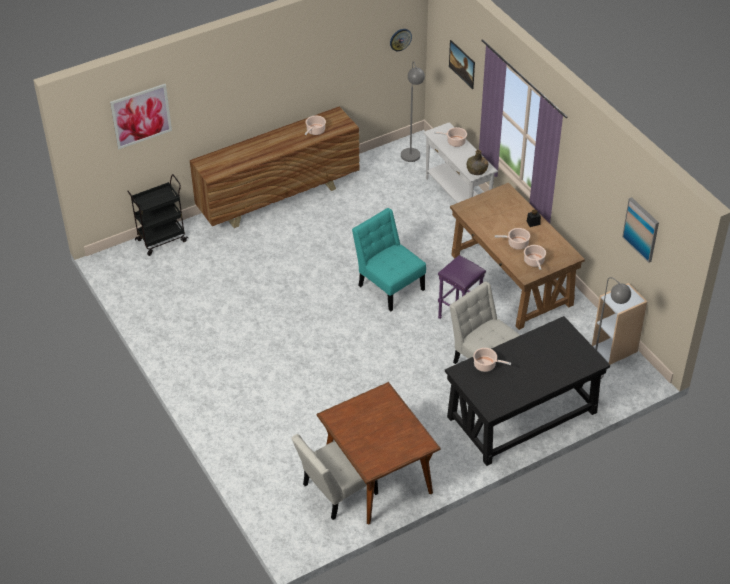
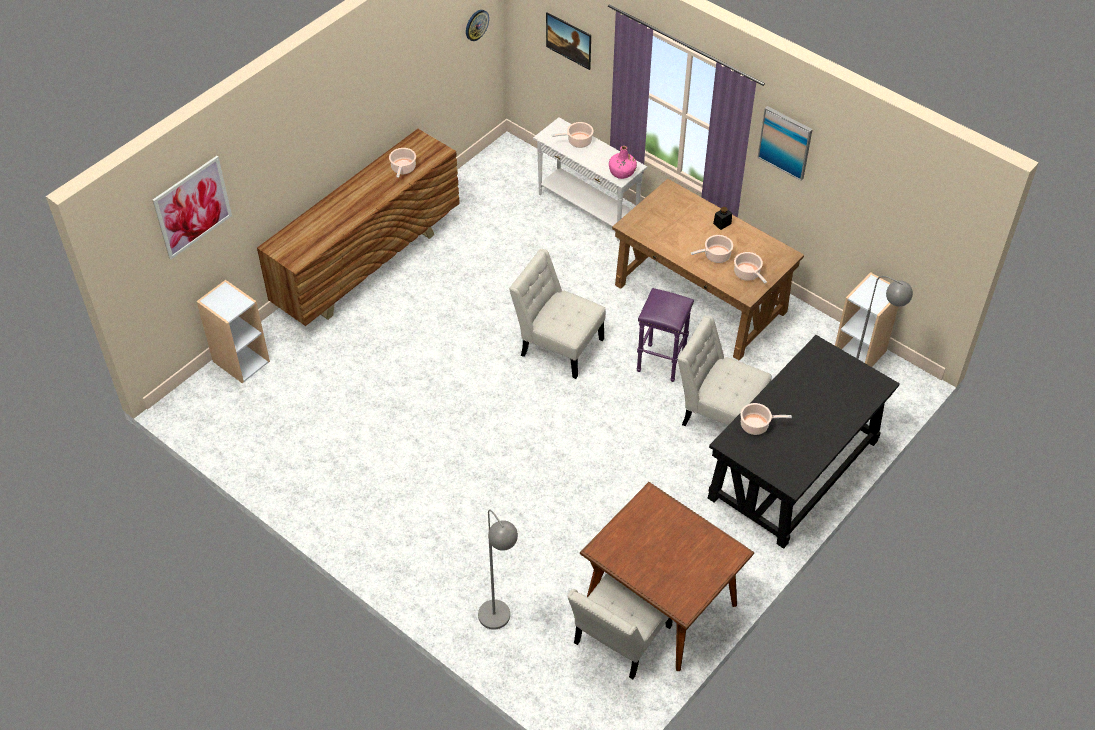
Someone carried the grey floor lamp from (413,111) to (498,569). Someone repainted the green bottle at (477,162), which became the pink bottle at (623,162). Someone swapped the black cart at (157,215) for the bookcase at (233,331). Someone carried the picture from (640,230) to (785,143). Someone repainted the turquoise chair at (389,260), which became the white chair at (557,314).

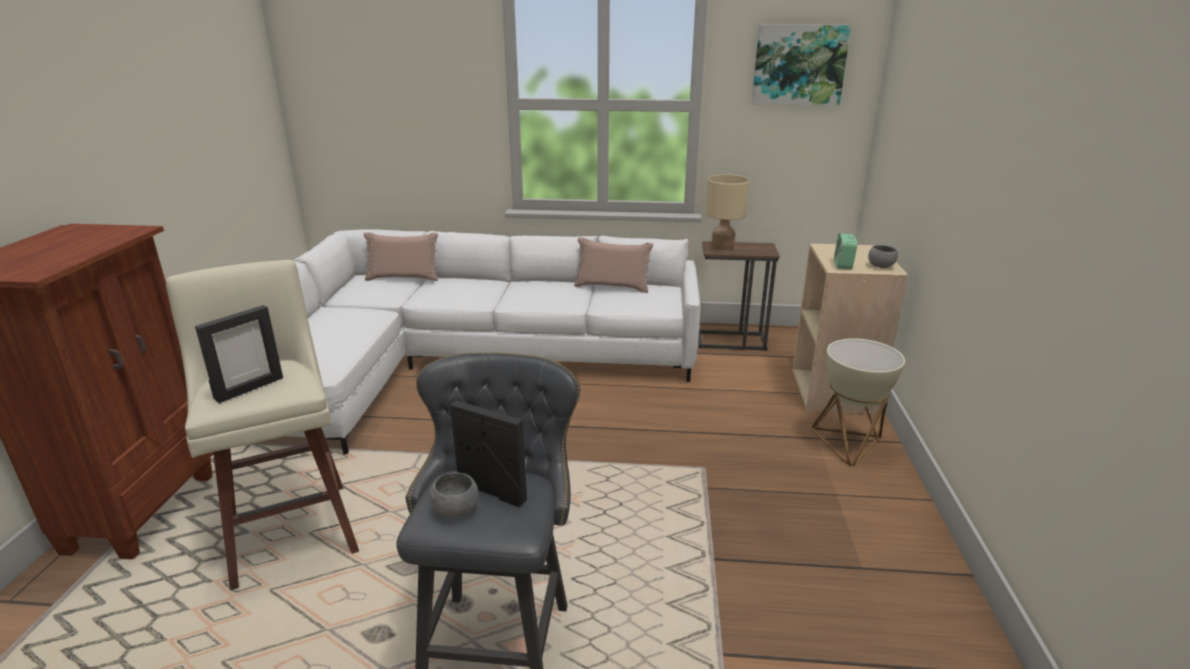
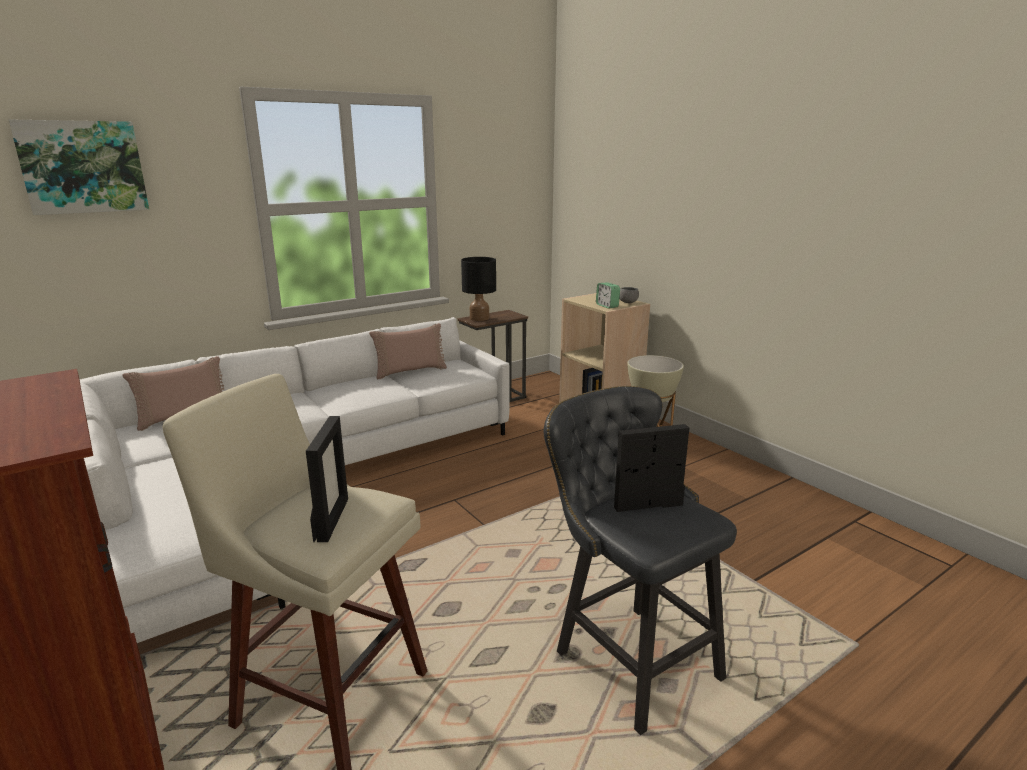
Someone carried the picture from (801,65) to (79,167). Someone repainted the beige table lamp at (727,212), which became the black table lamp at (478,289). Someone took away the grey bowl at (454,494).

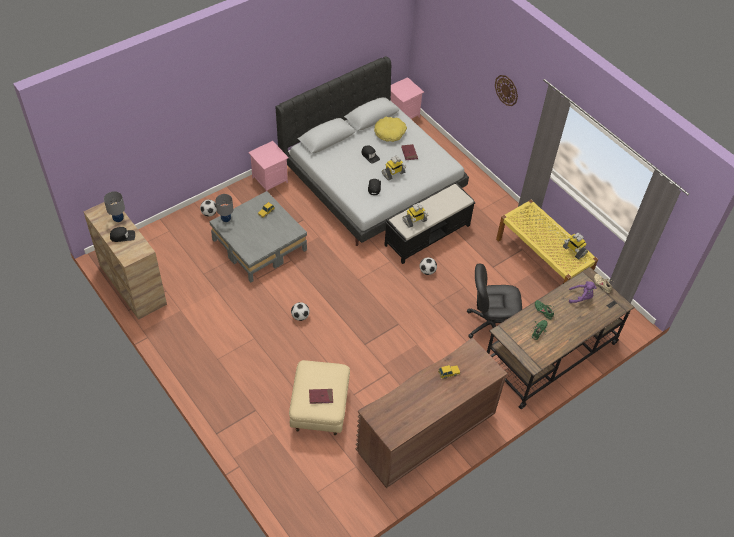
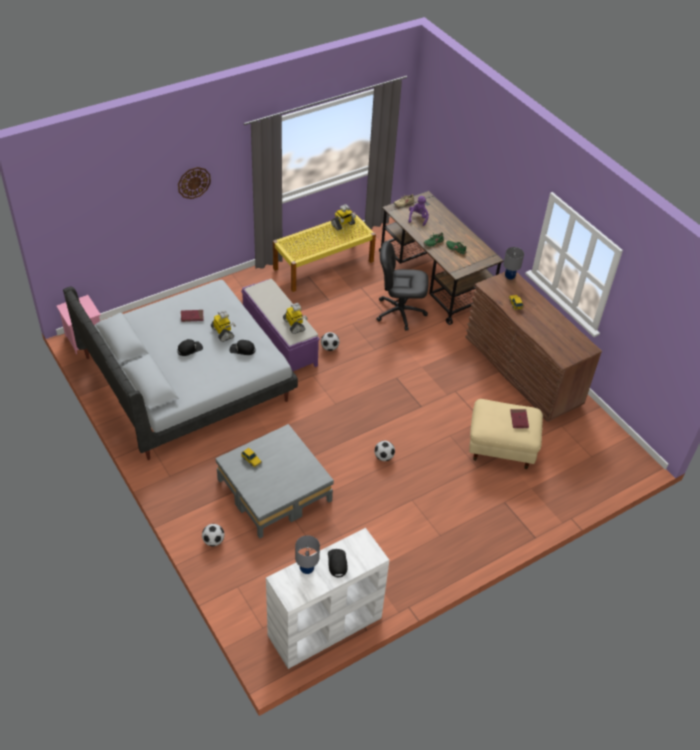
Someone took away the yellow pillow at (390,129). Someone took away the pink nightstand at (268,166). Someone repainted the black bench at (429,223), which became the purple bench at (280,325). Someone carried the grey table lamp from (224,208) to (513,263). Someone repainted the brown bookcase at (125,261), which became the white bookcase at (327,598). Someone rotated the black office chair at (494,301) by 90 degrees clockwise.

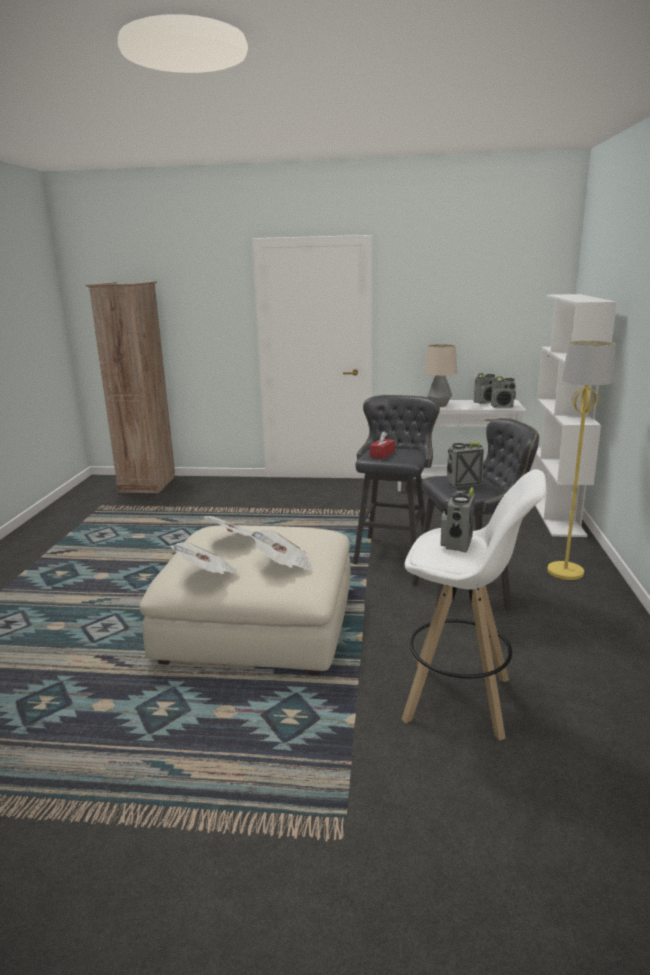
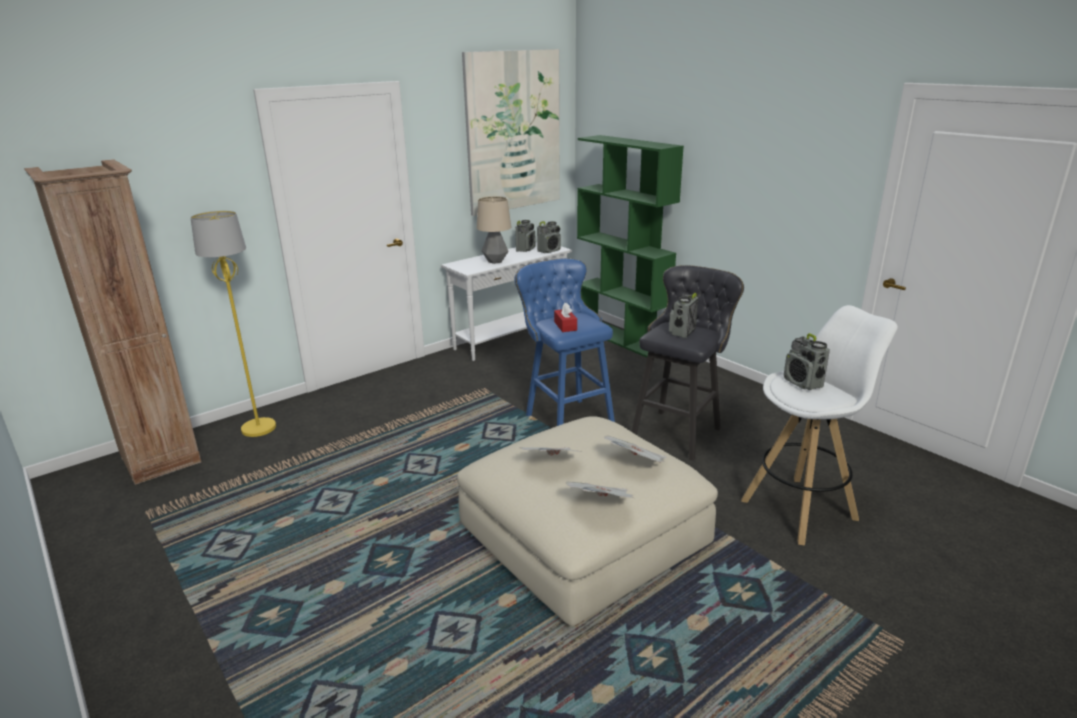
Someone repainted the white bookcase at (574,415), which became the green bookcase at (630,246). Someone carried the yellow floor lamp from (581,460) to (233,324). Someone repainted the black stool at (396,479), which became the blue stool at (565,342). Someone put up the picture at (511,132).

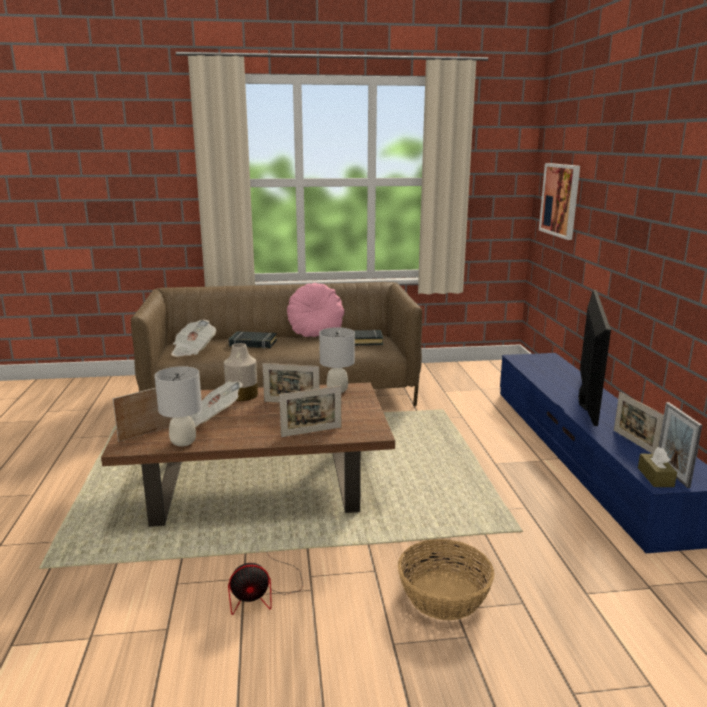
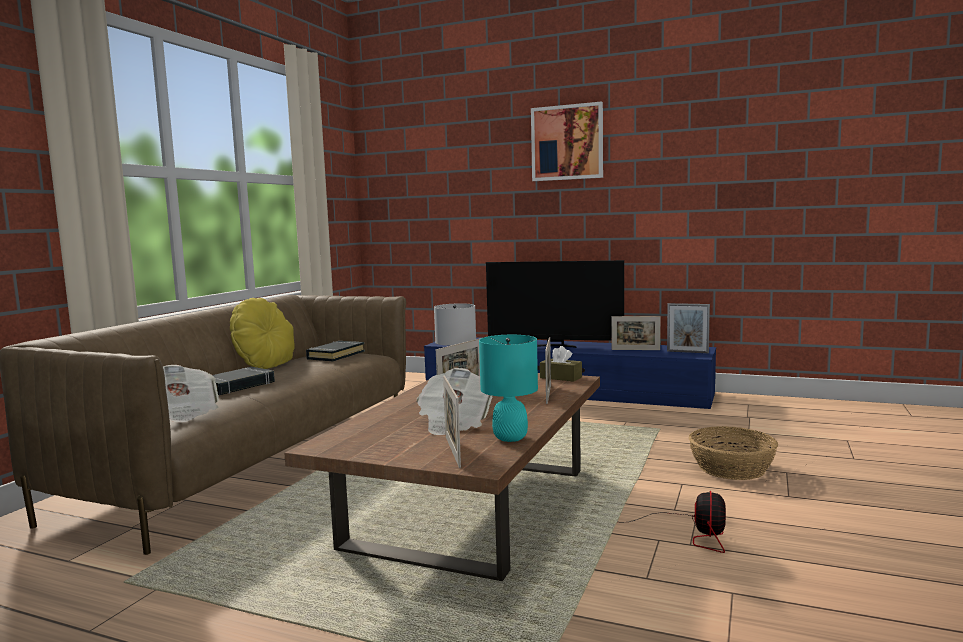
Someone carried the picture from (559,201) to (567,141). Someone repainted the pink pillow at (316,310), which became the yellow pillow at (262,333). Someone rotated the television at (594,358) by 150 degrees clockwise. Someone took away the beige vase at (241,372). Someone repainted the grey table lamp at (178,406), which became the turquoise table lamp at (508,388). Someone carried the brown tissue box from (657,467) to (561,364).

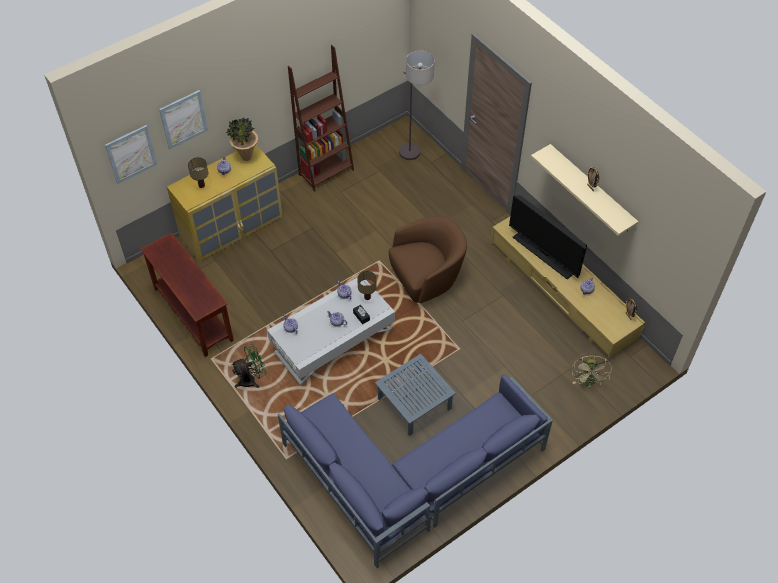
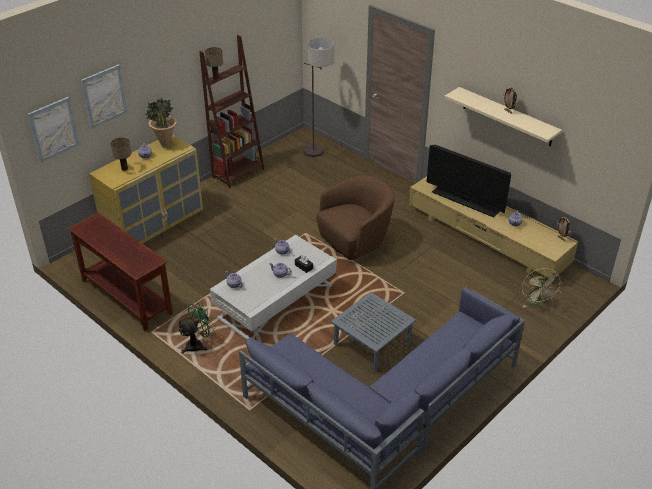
Someone carried the table lamp from (367,285) to (214,63).

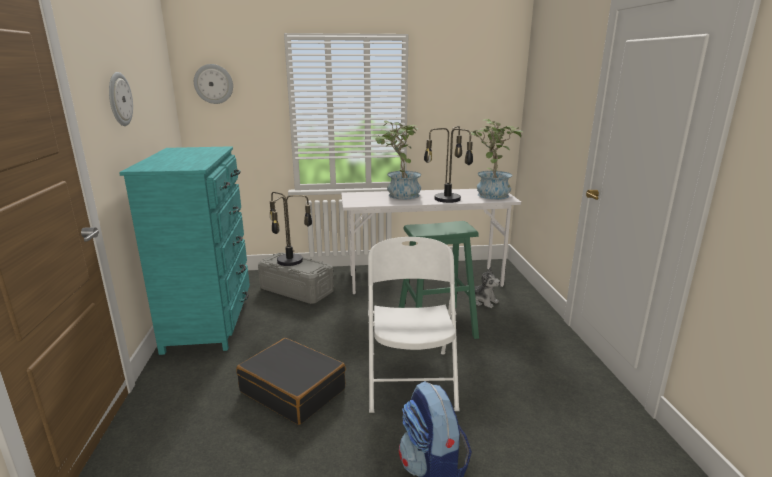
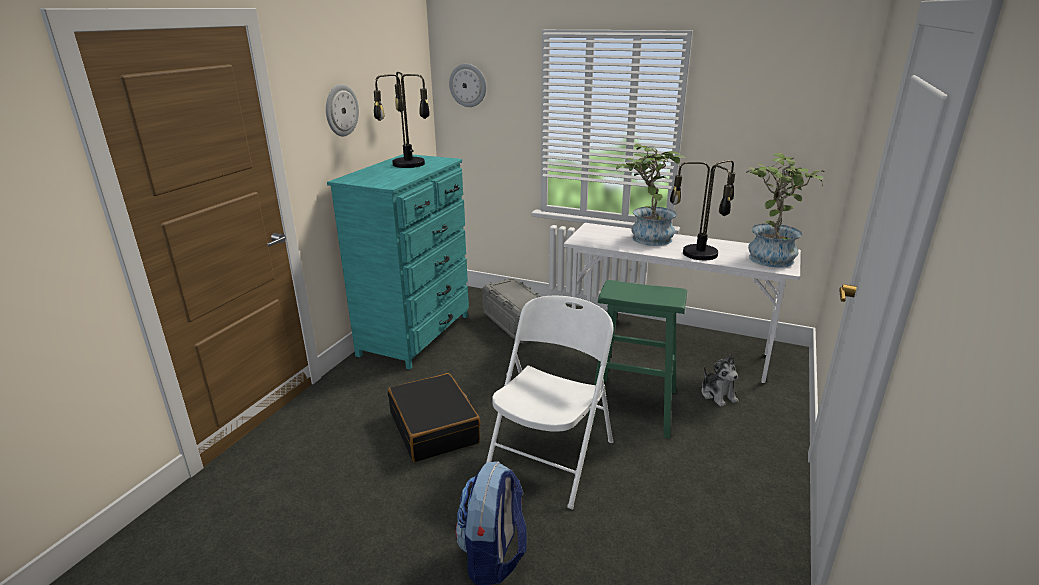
Someone carried the table lamp from (291,229) to (402,120).

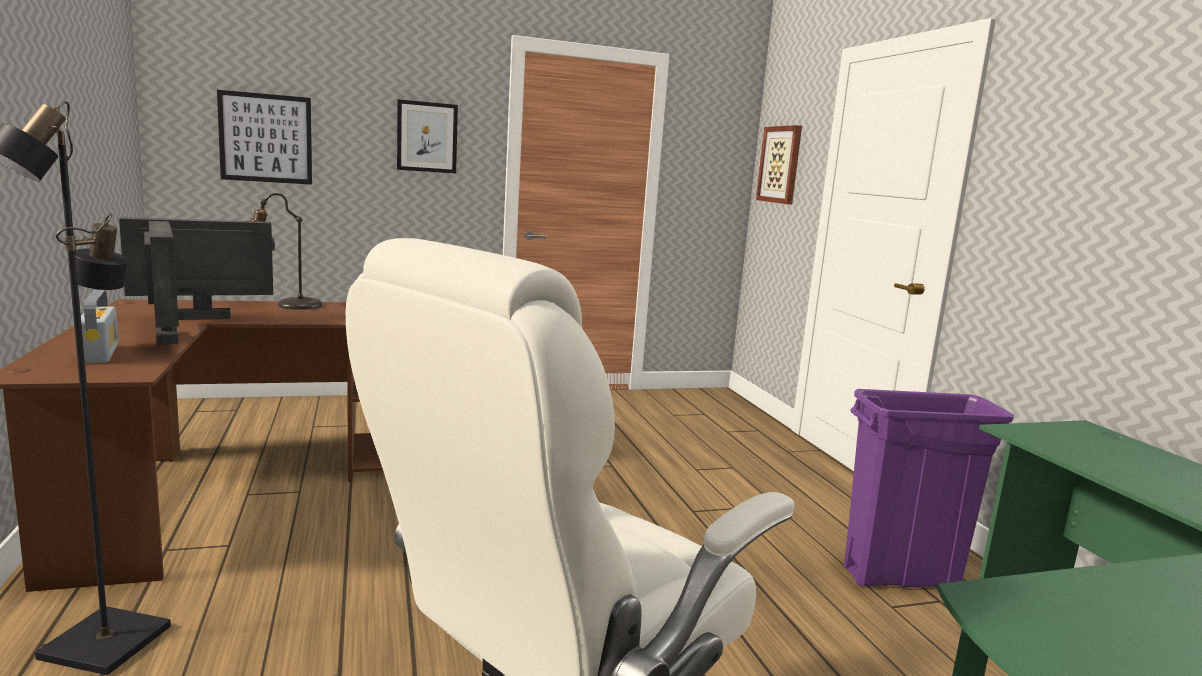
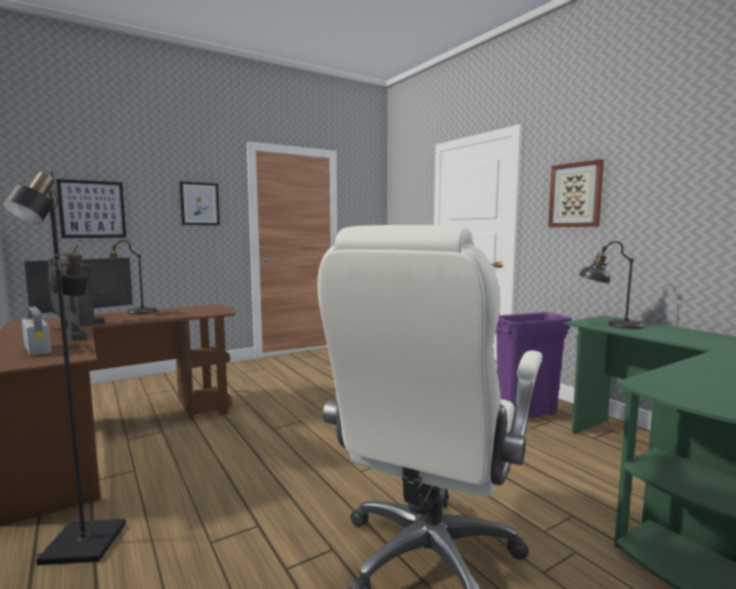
Someone carried the picture from (779,164) to (576,193). Someone put down the grey table lamp at (611,285).

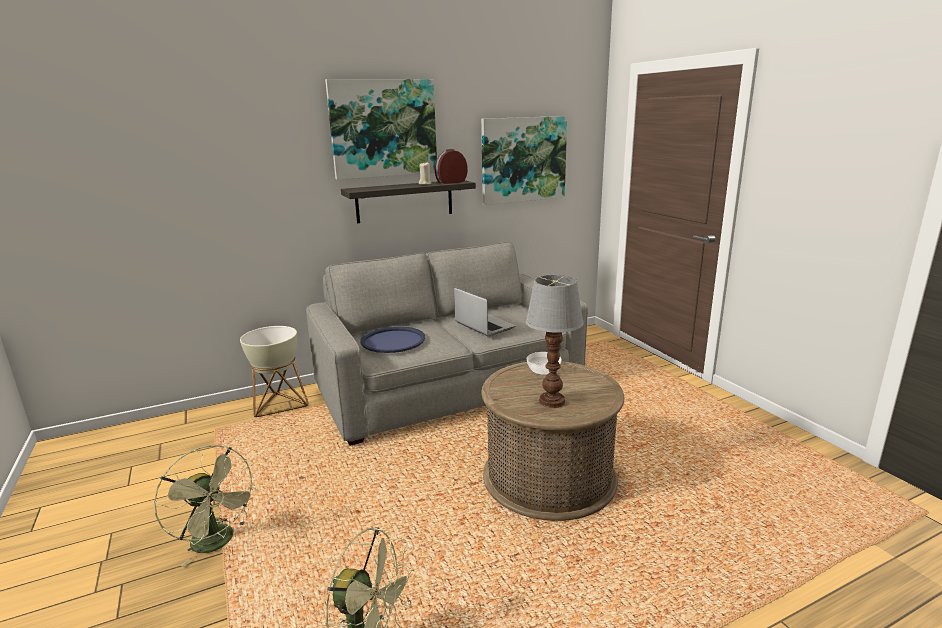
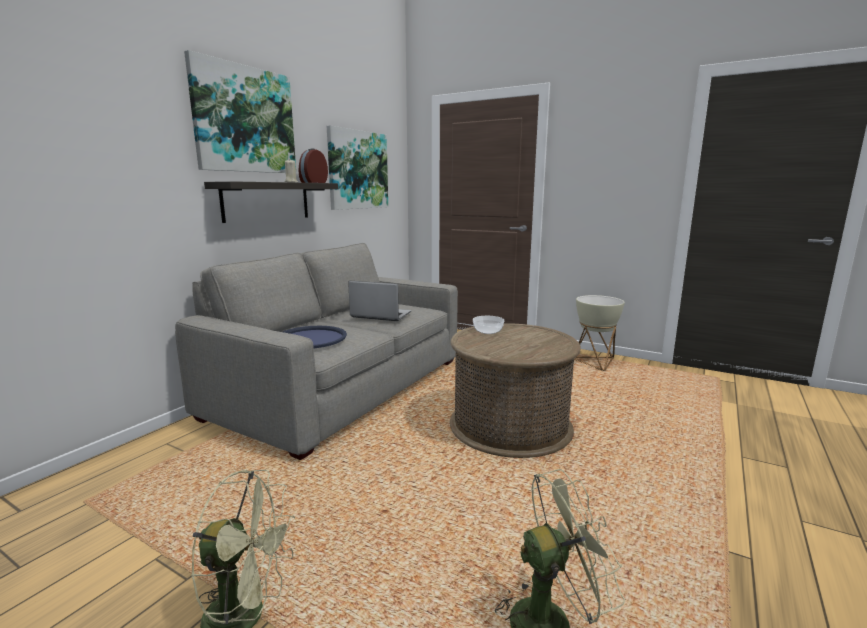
Someone took away the table lamp at (554,341). Someone carried the planter from (274,371) to (599,333).

